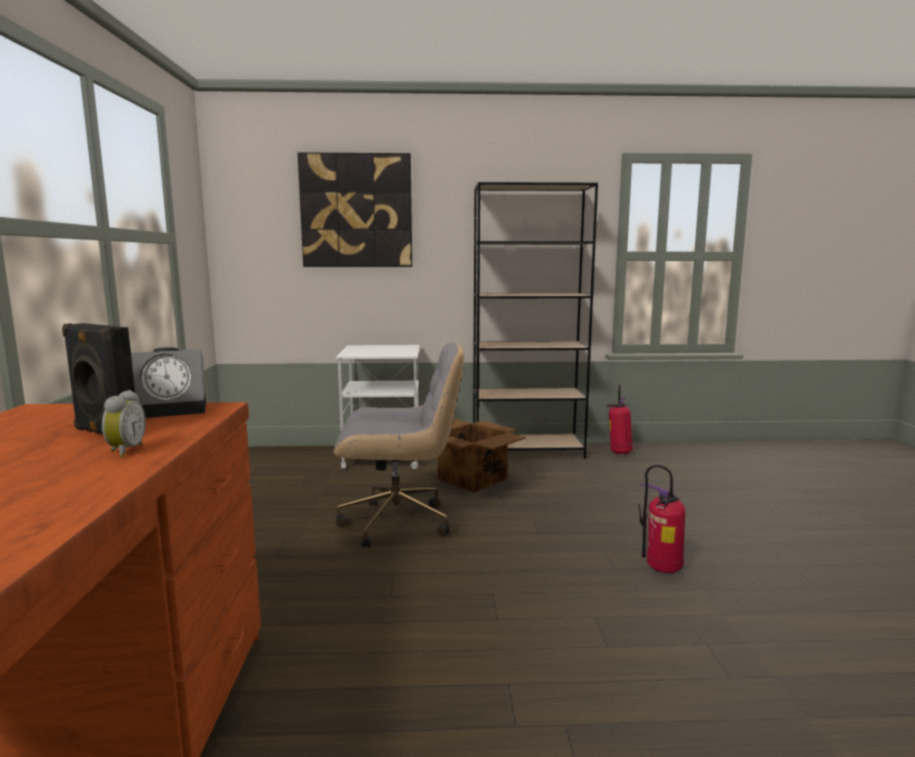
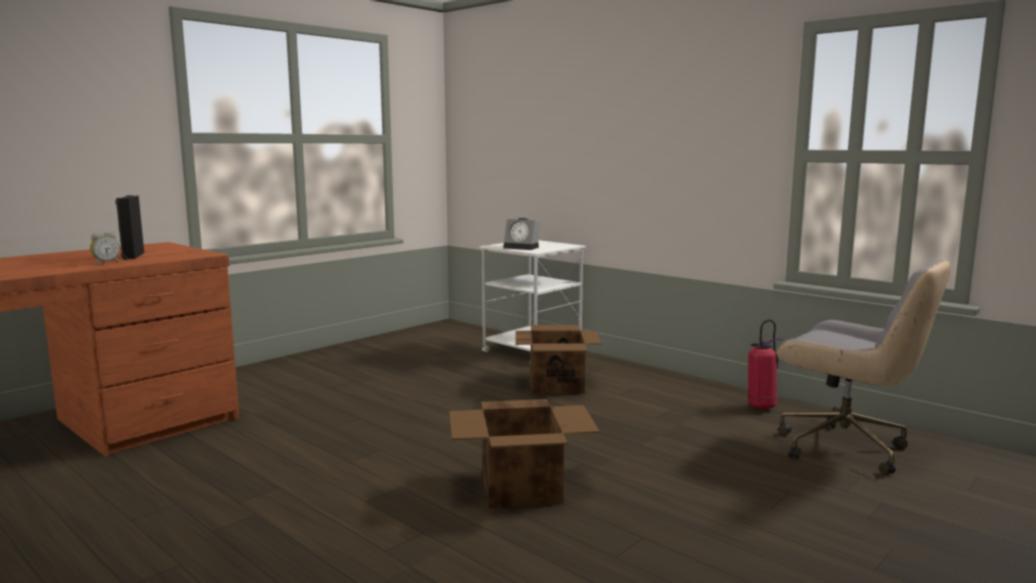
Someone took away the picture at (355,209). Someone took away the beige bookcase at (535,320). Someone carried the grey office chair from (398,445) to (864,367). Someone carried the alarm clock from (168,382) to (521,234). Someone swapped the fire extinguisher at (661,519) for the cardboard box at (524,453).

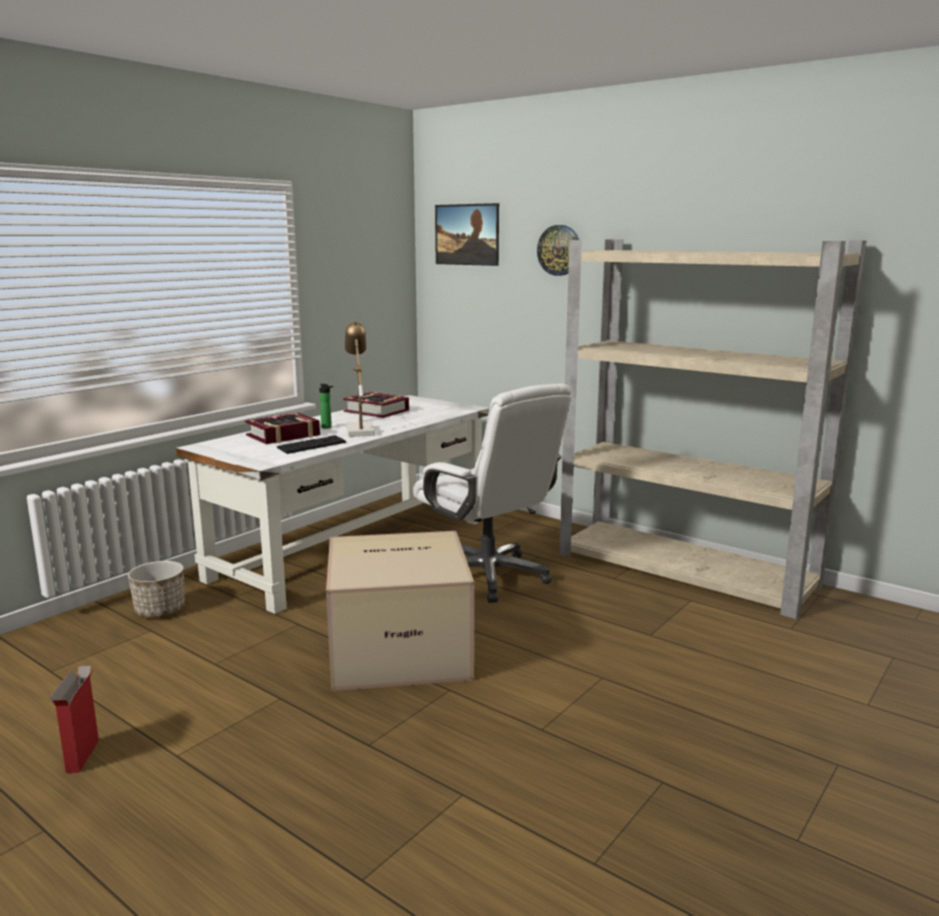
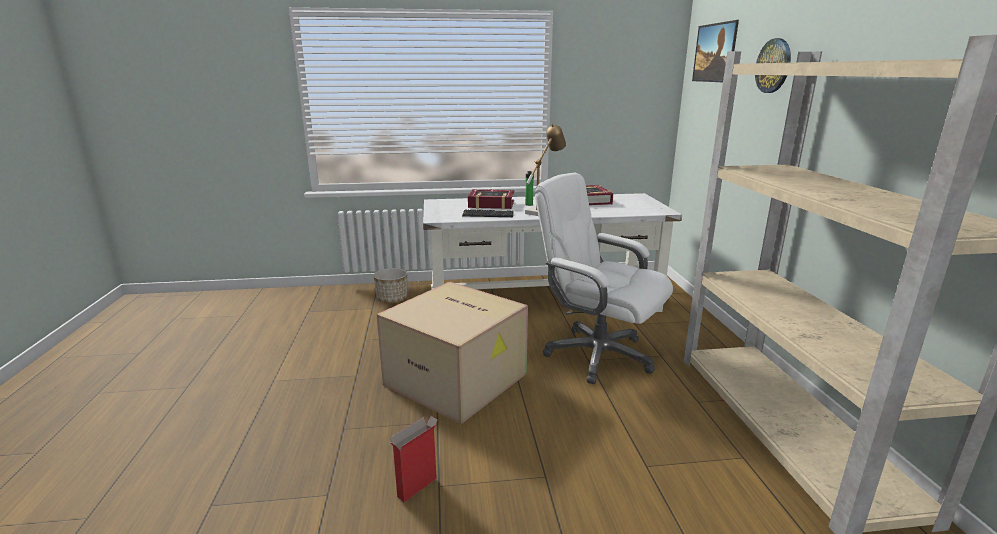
Someone rotated the white office chair at (492,493) by 120 degrees clockwise. Someone carried the cardboard box from (74,719) to (413,459).

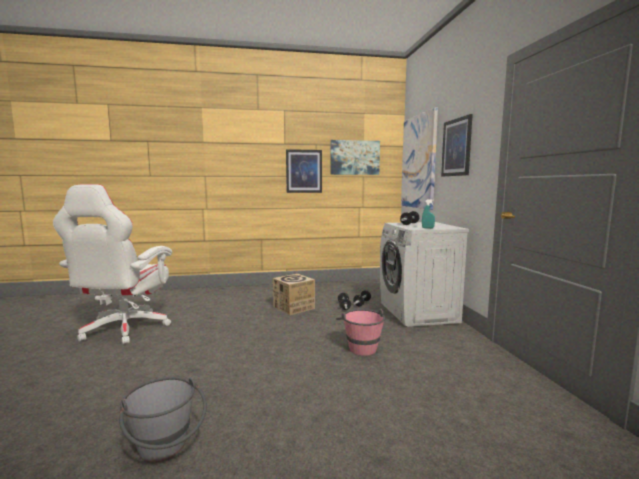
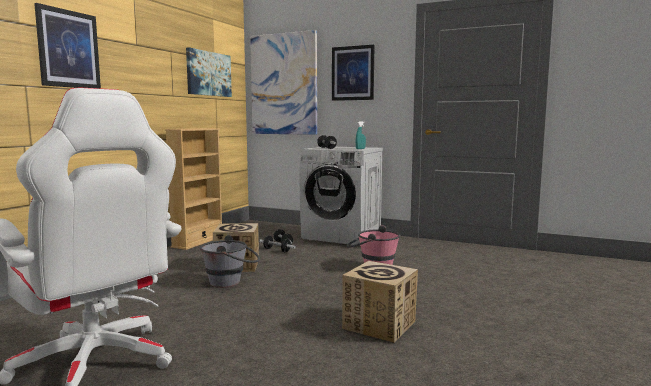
Someone carried the picture from (304,171) to (67,46). Someone carried the grey bucket from (163,419) to (230,261). Someone put down the beige bookcase at (193,189). Someone put down the cardboard box at (380,302).

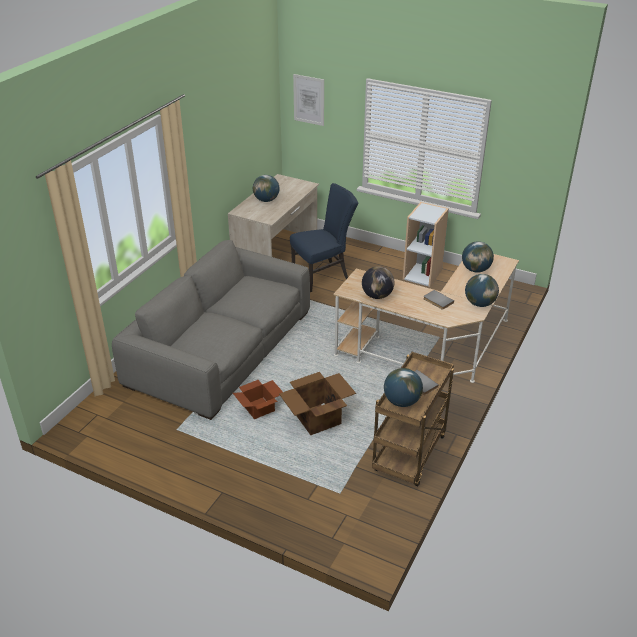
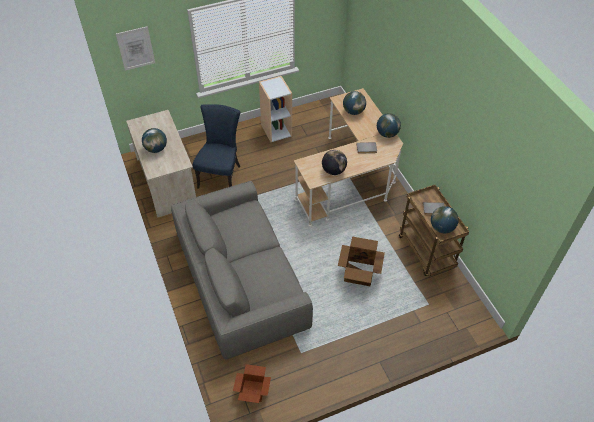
Someone carried the cardboard box from (258,399) to (252,383).

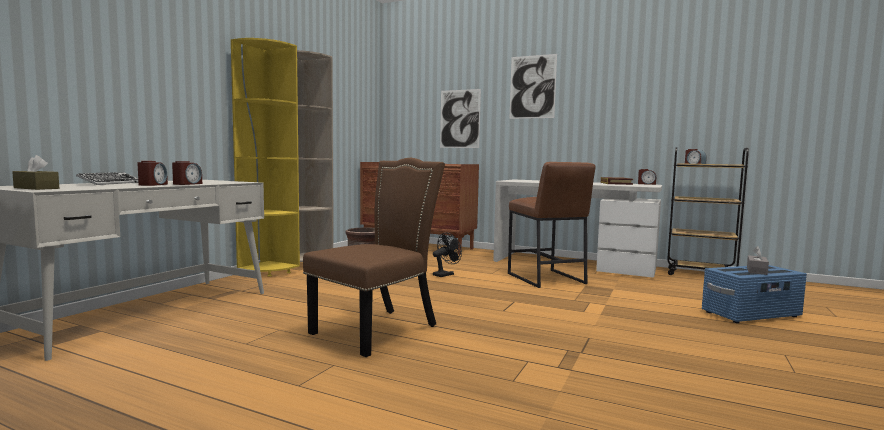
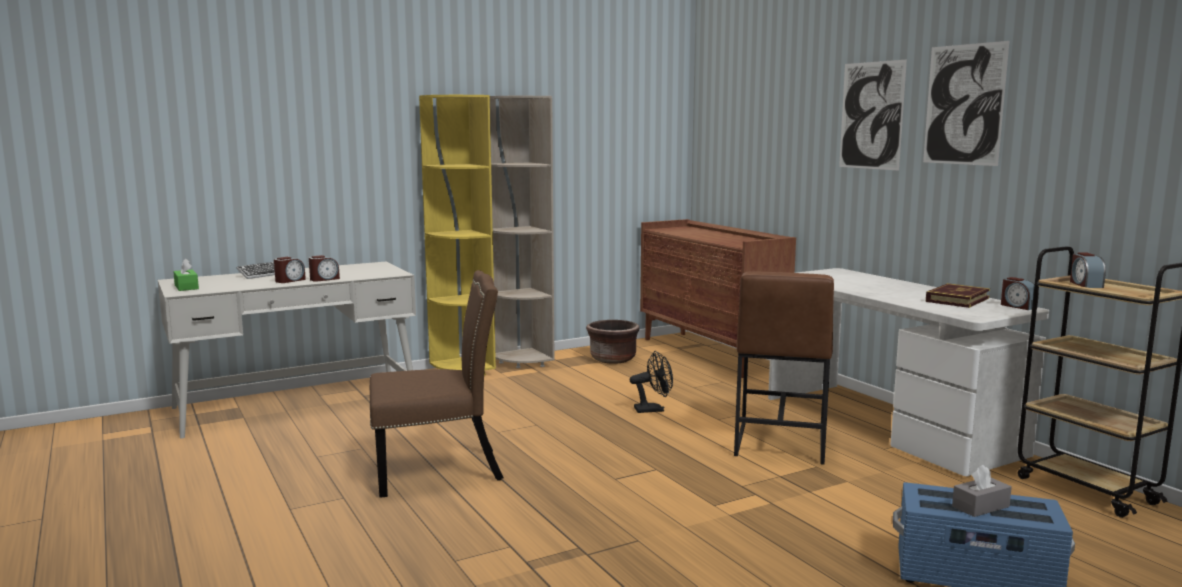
Someone carried the picture from (460,118) to (966,103). Someone repainted the brown tissue box at (35,172), which became the green tissue box at (186,274).

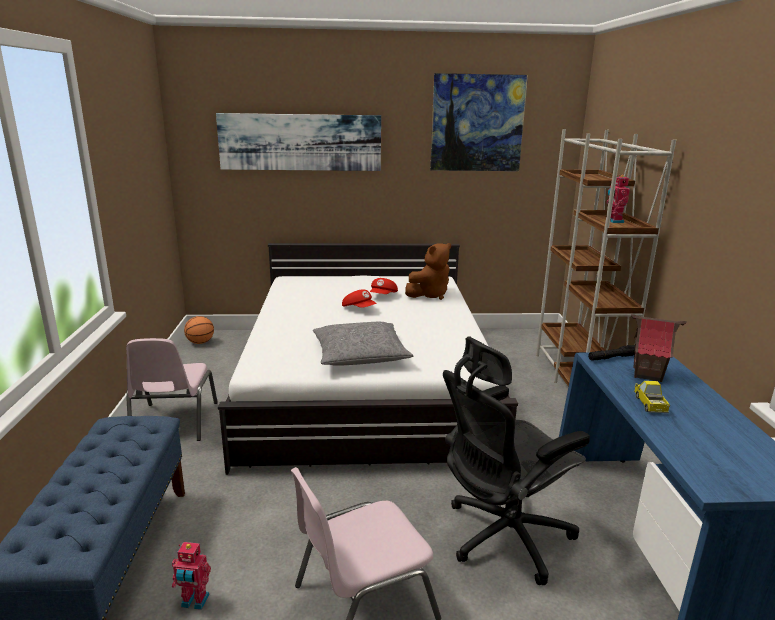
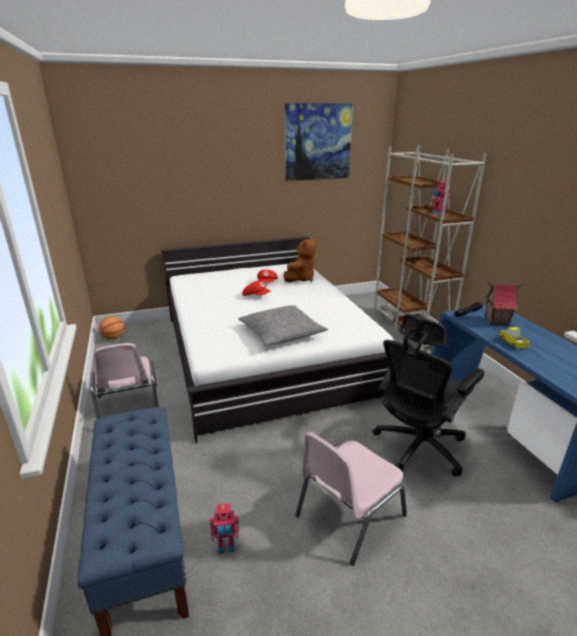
Someone took away the picture at (298,142).

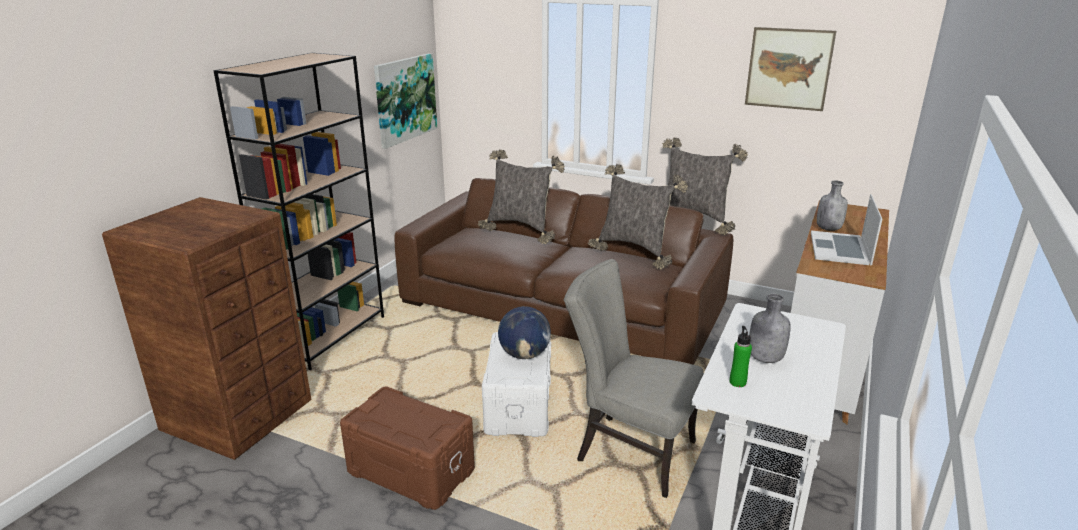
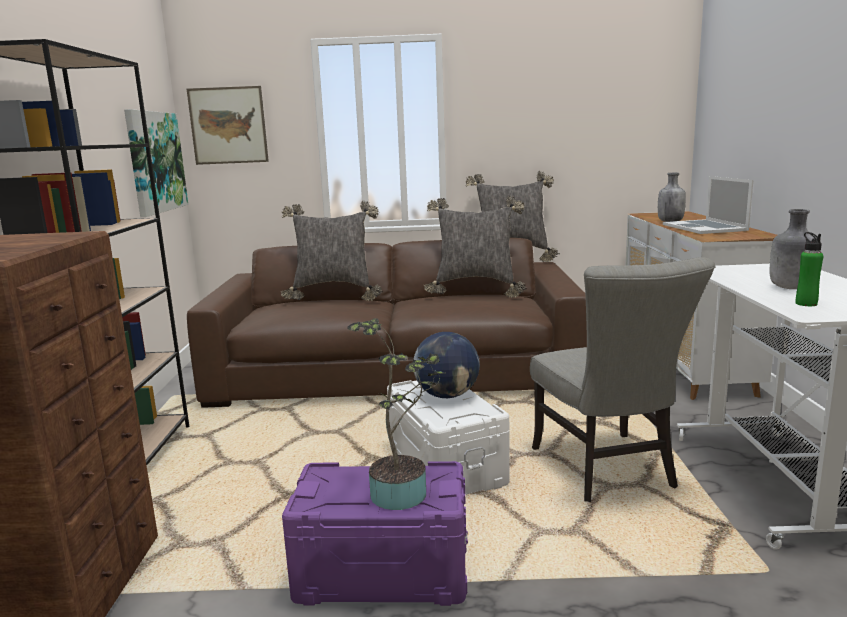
Someone carried the picture from (790,69) to (228,125). Someone rotated the grey chair at (634,378) by 105 degrees counterclockwise. Someone repainted the brown storage box at (407,448), which became the purple storage box at (375,533). Someone put down the potted plant at (396,414).

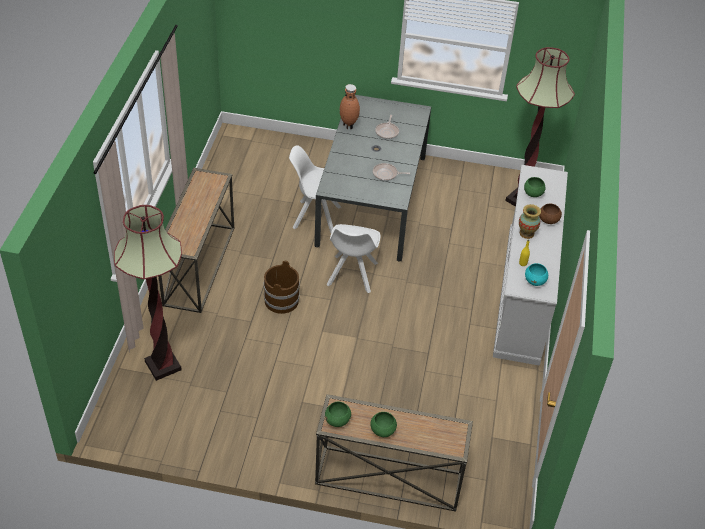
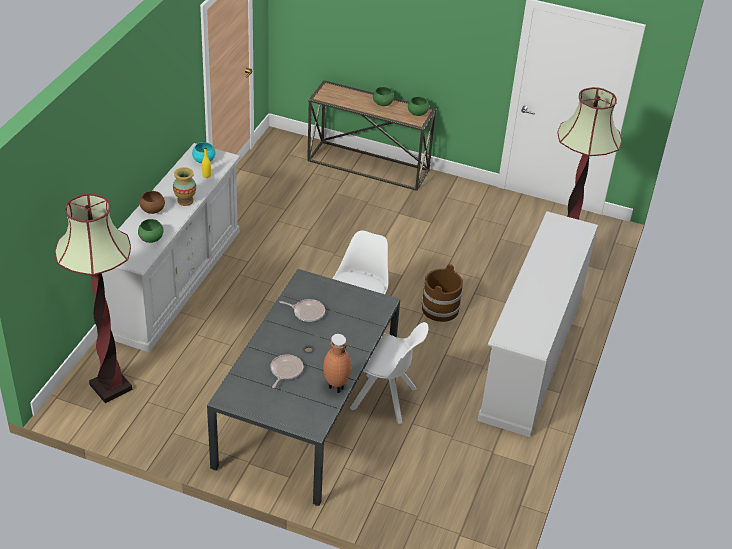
Someone swapped the console table at (196,240) for the white cabinet at (537,324).

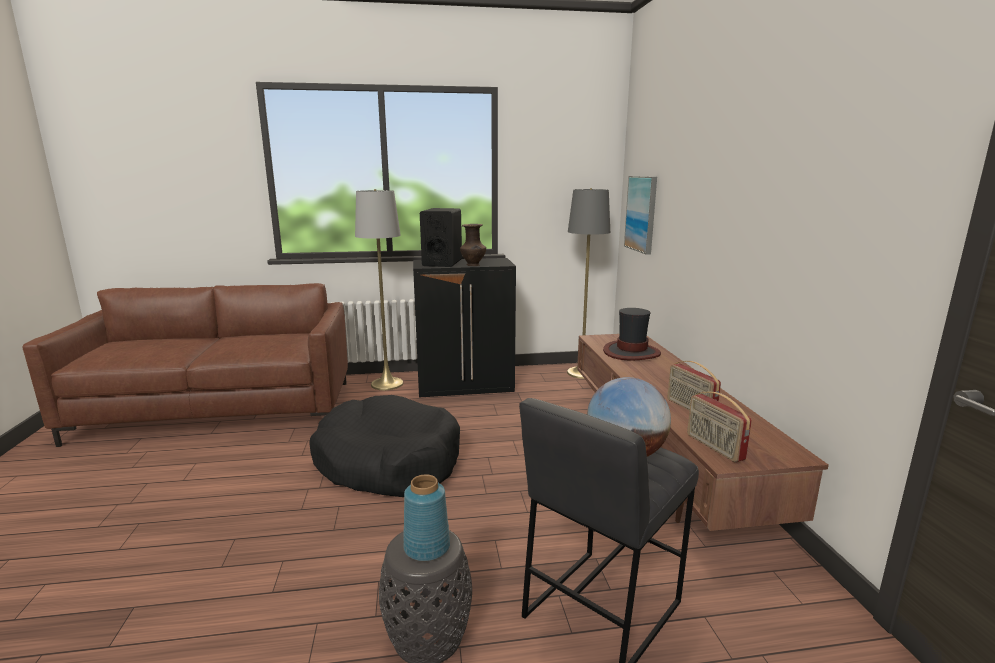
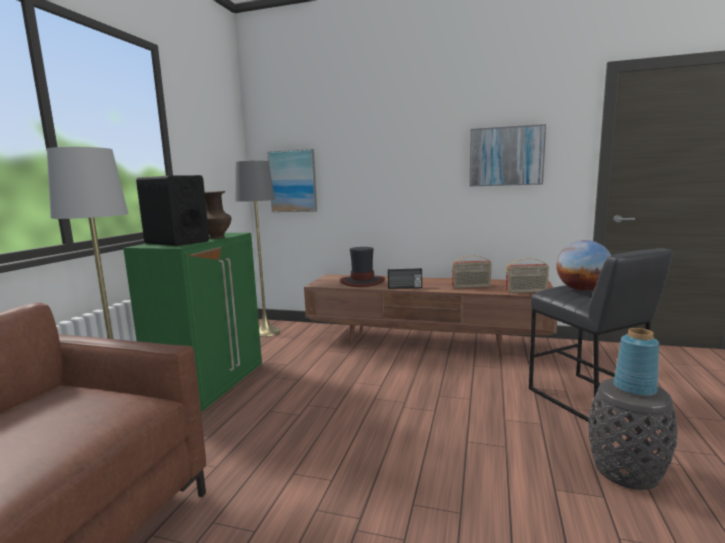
Someone repainted the black cabinet at (464,327), which became the green cabinet at (192,322). Someone took away the black dog bed at (384,446). Someone put up the picture at (508,155). Someone put down the radio at (405,278).

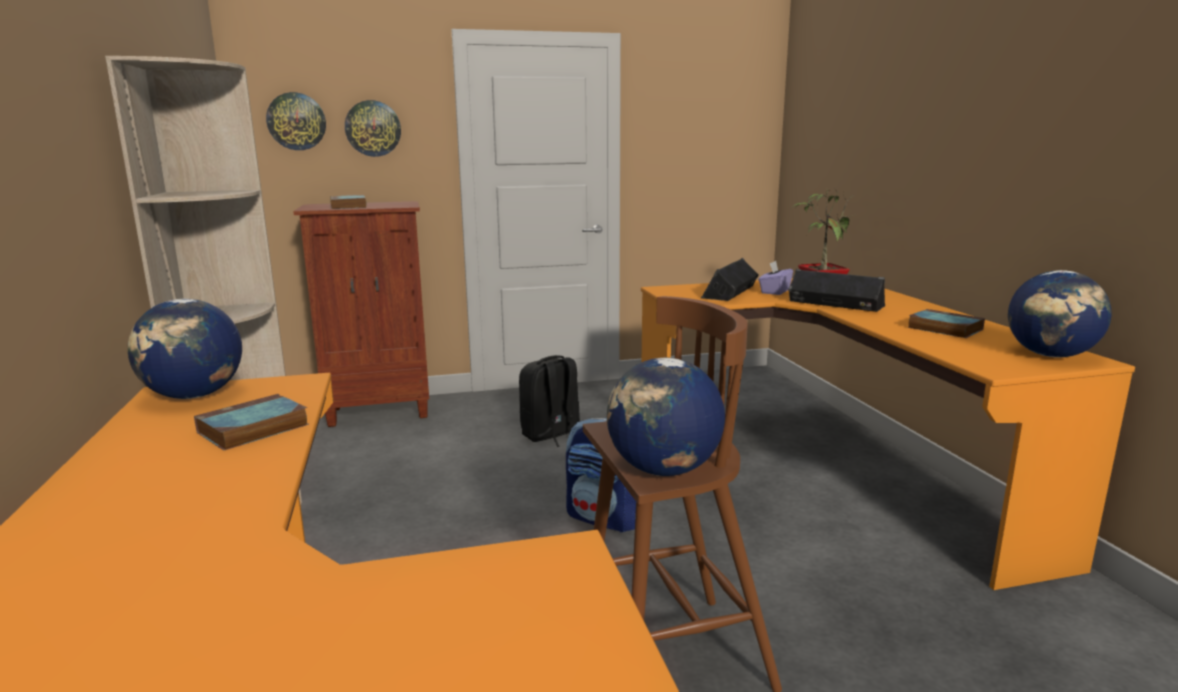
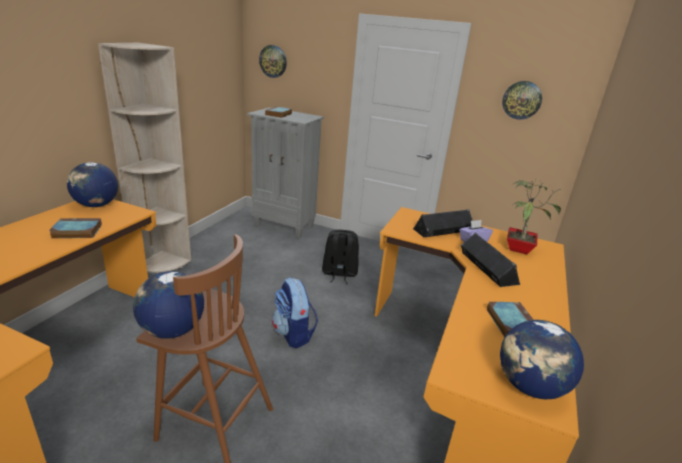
Someone carried the wall clock from (373,128) to (522,100). Someone repainted the brown cabinet at (361,314), which became the grey cabinet at (285,173).

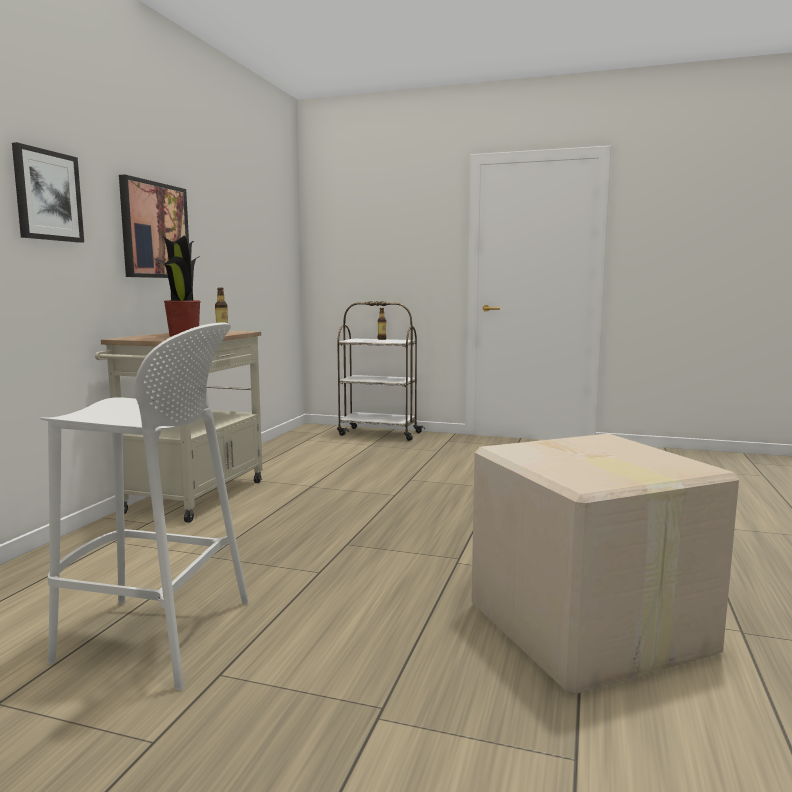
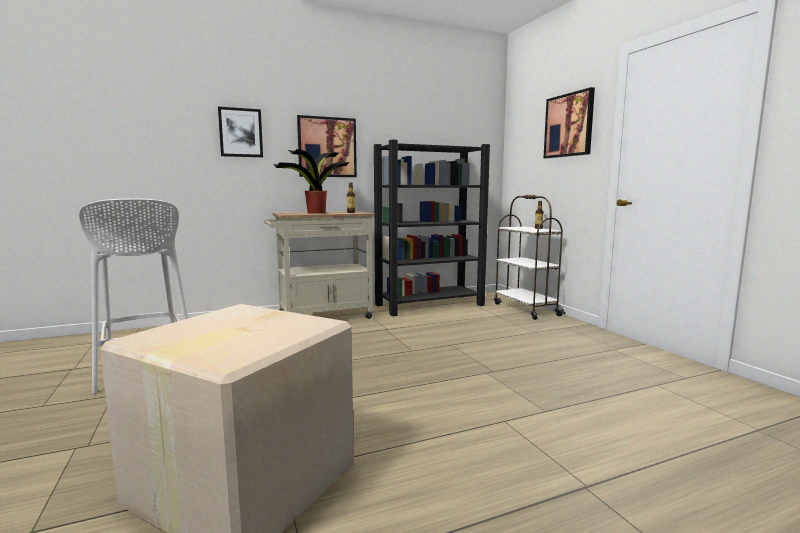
Someone put up the picture at (569,122). Someone put down the black bookcase at (432,227).

